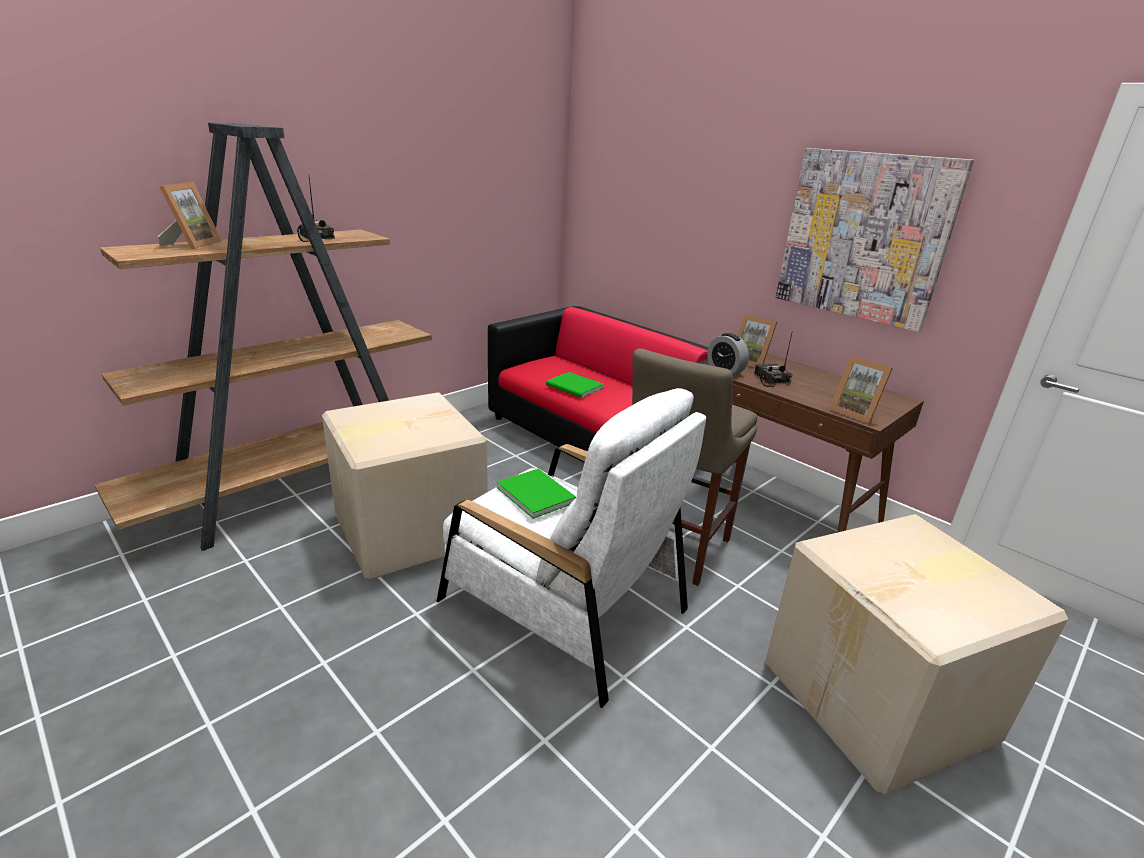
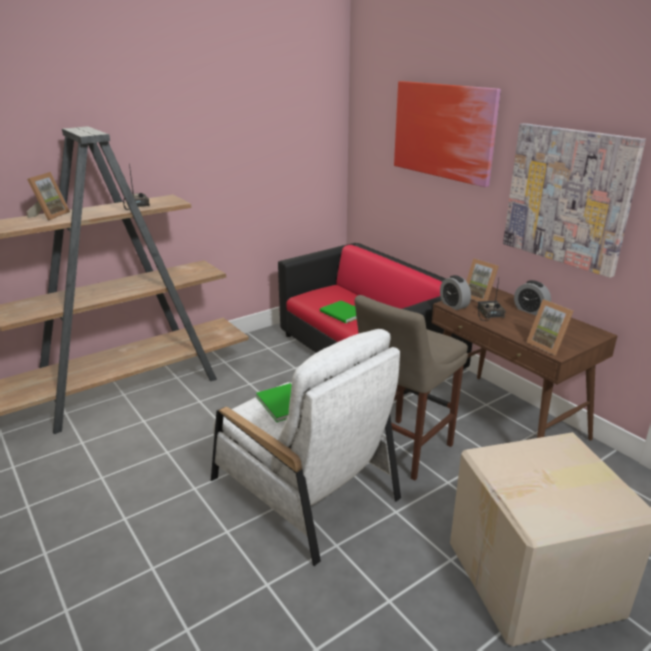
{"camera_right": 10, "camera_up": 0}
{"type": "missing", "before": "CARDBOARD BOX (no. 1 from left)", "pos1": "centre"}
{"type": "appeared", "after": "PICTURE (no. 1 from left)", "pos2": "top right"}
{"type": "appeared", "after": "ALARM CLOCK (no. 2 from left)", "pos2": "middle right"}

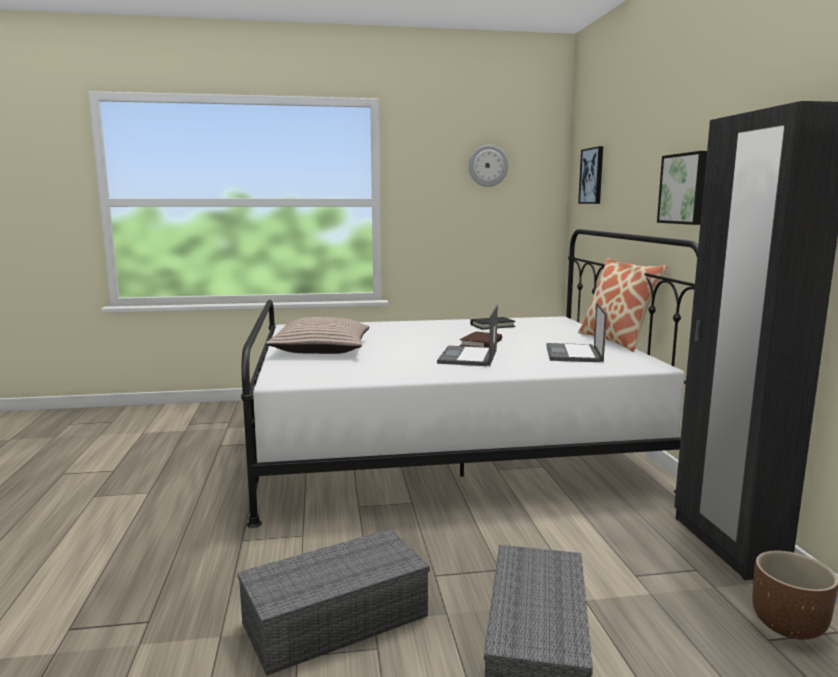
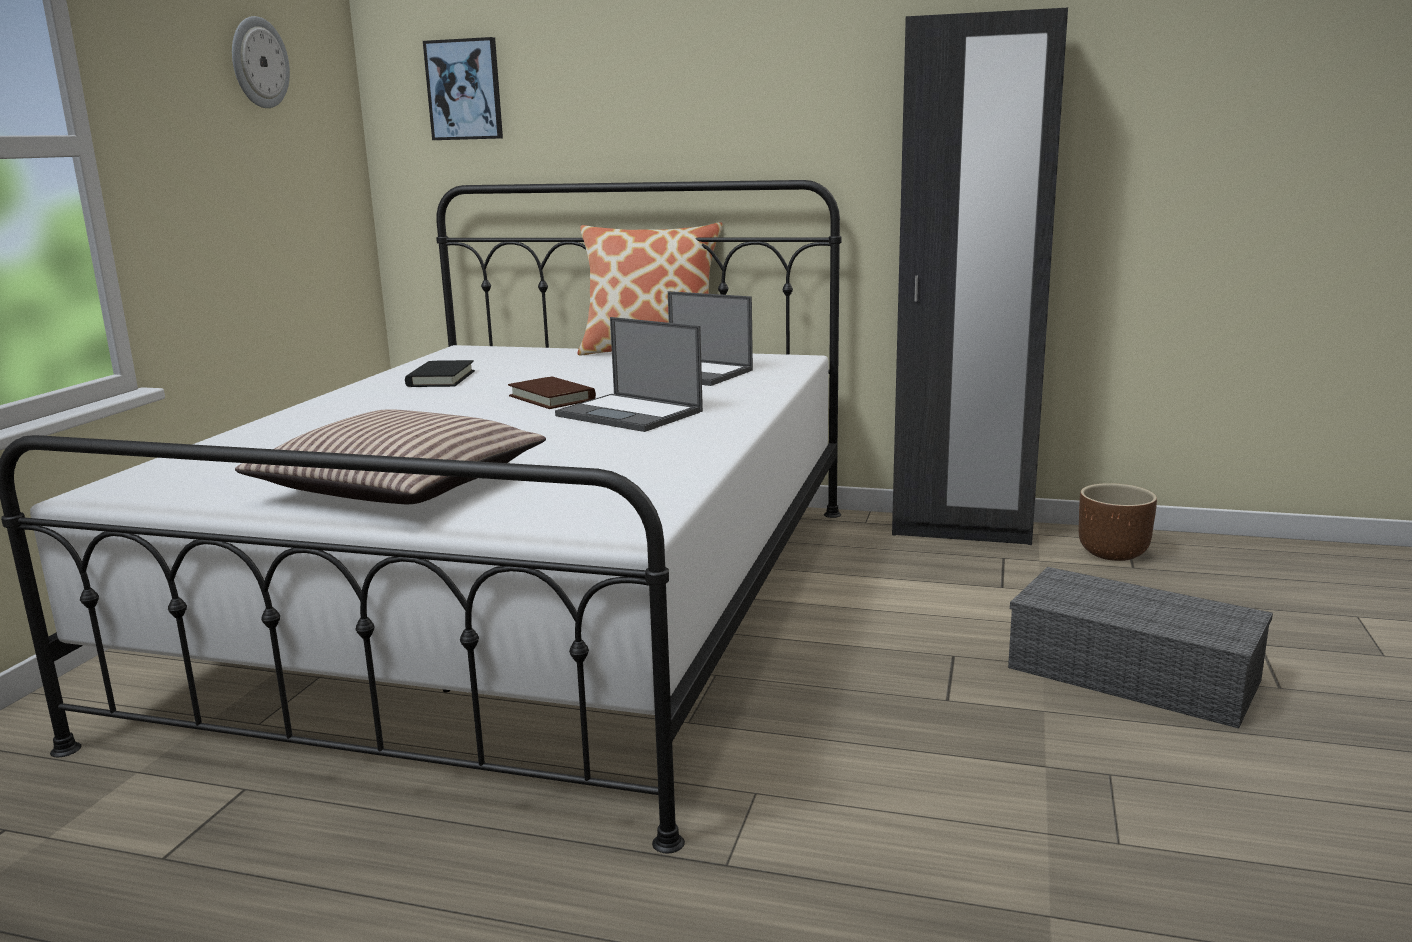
{"camera_right": -65, "camera_up": 5}
{"type": "missing", "before": "GREY STORAGE BOX (no. 1 from left)", "pos1": "bottom centre"}
{"type": "missing", "before": "PICTURE (no. 2 from left)", "pos1": "top right"}

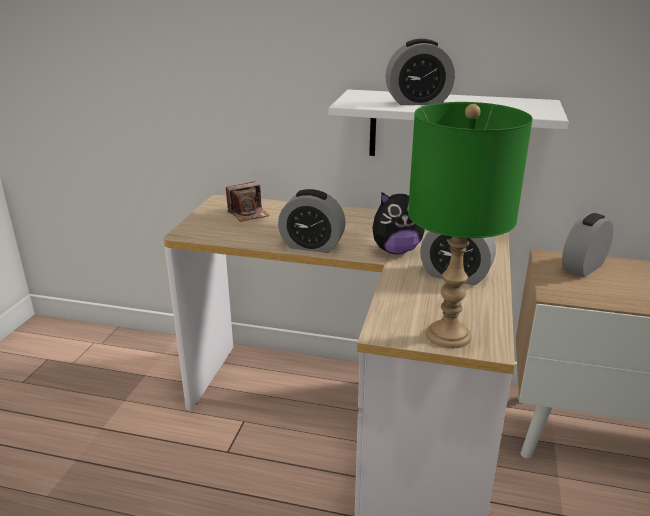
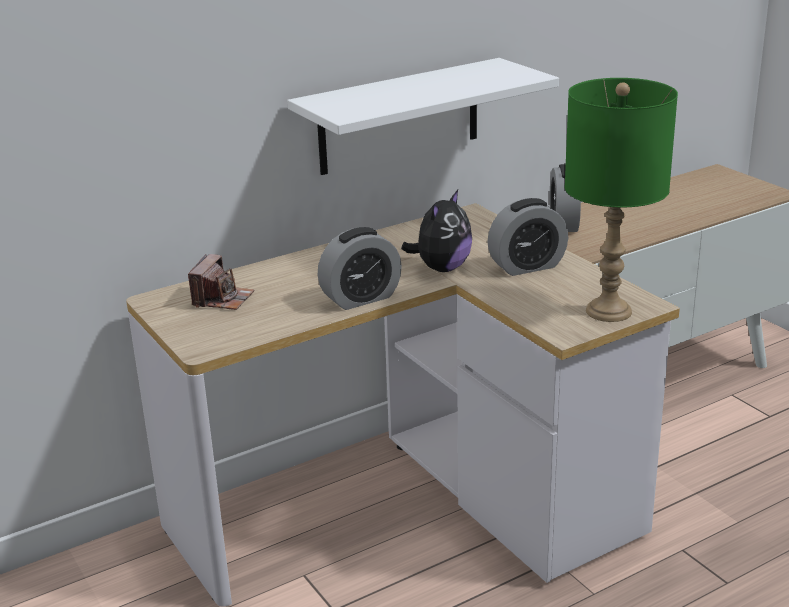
{"camera_right": -45, "camera_up": 0}
{"type": "missing", "before": "ALARM CLOCK (no. 2 from left)", "pos1": "top centre"}

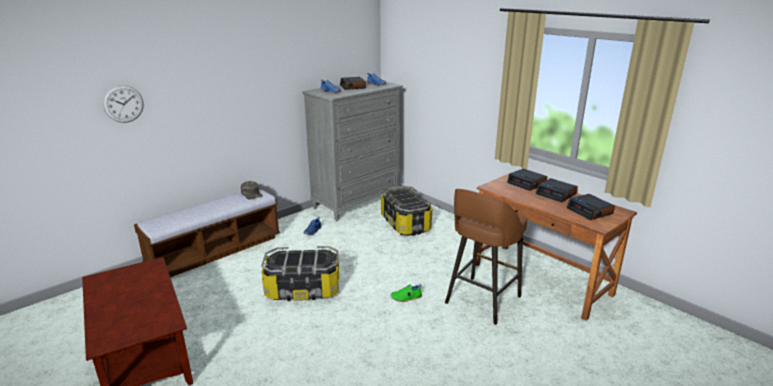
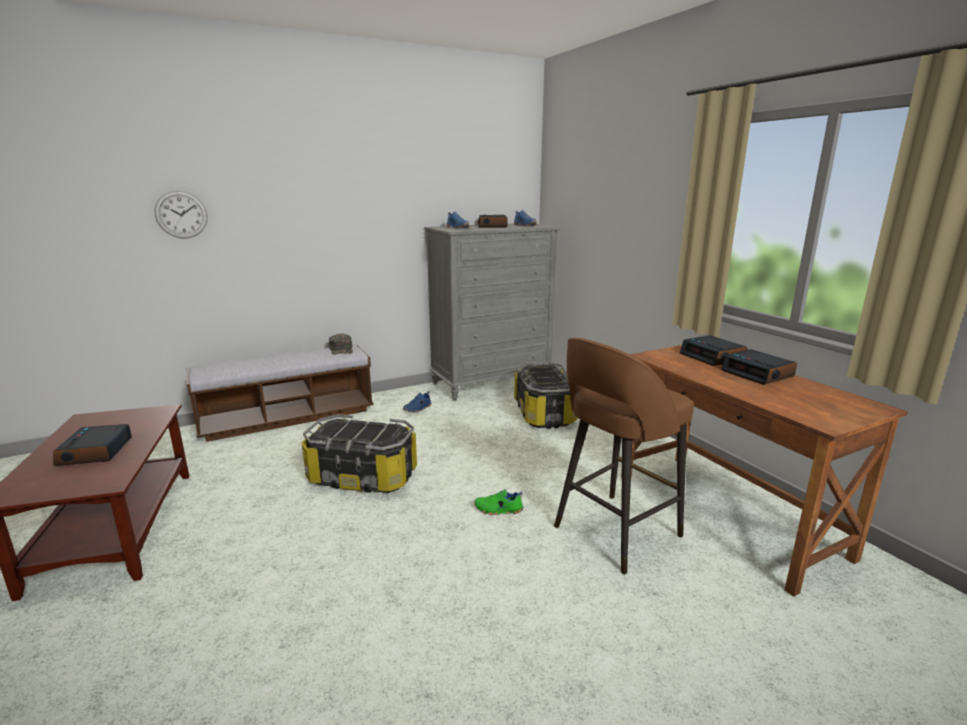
{"camera_right": 15, "camera_up": -5}
{"type": "relocated", "before": "ALARM CLOCK (no. 4 from left in the first image)", "after": "ALARM CLOCK (no. 1 from left)", "pos1": "middle right", "pos2": "middle left"}

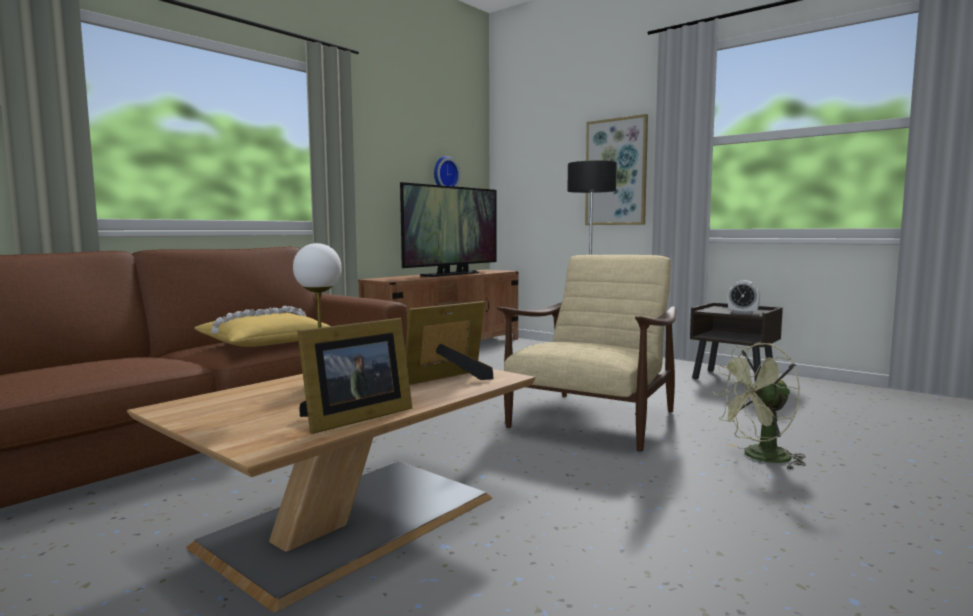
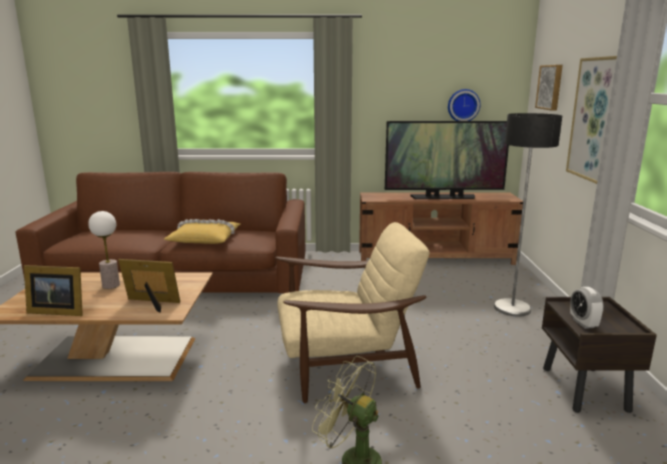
{"camera_right": 50, "camera_up": 10}
{"type": "appeared", "after": "PICTURE (no. 1 from left)", "pos2": "top right"}

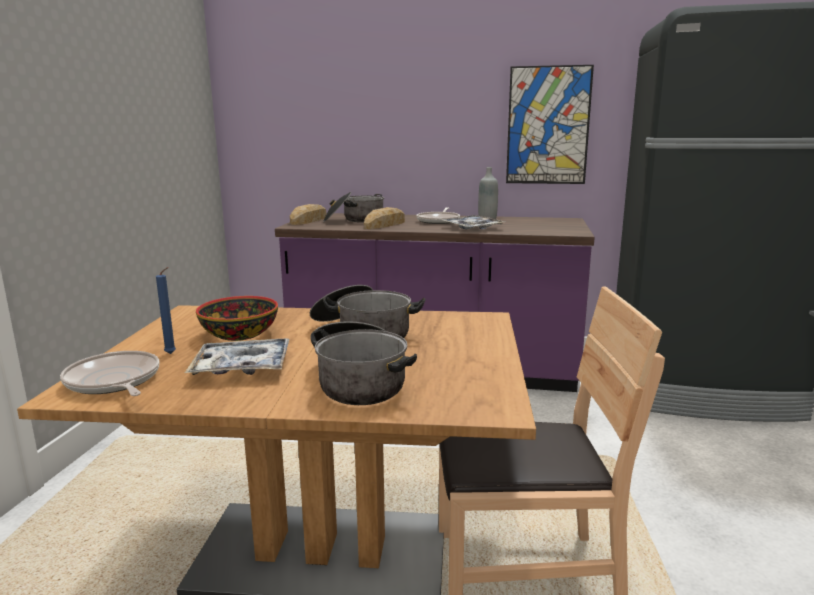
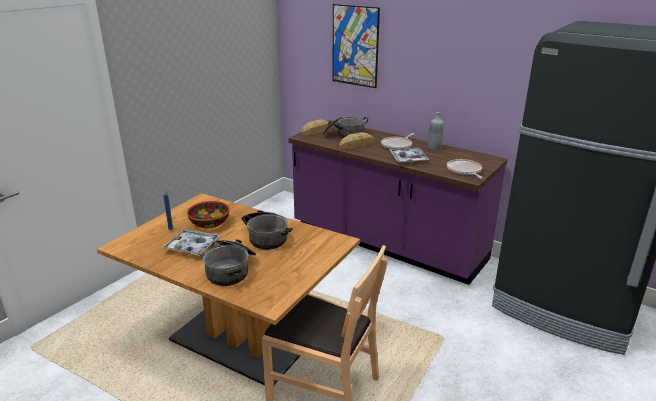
{"camera_right": 25, "camera_up": 10}
{"type": "relocated", "before": "FRYING PAN (no. 1 from left in the first image)", "after": "FRYING PAN (no. 2 from left)", "pos1": "middle left", "pos2": "middle right"}
{"type": "relocated", "before": "PICTURE", "pos1": "top right", "pos2": "top centre"}

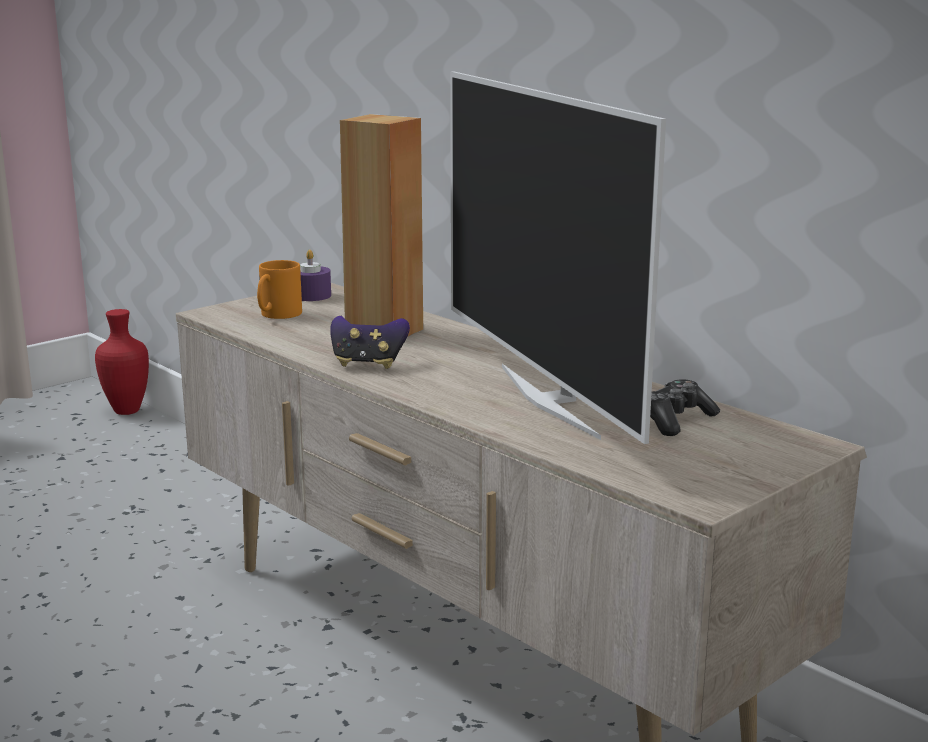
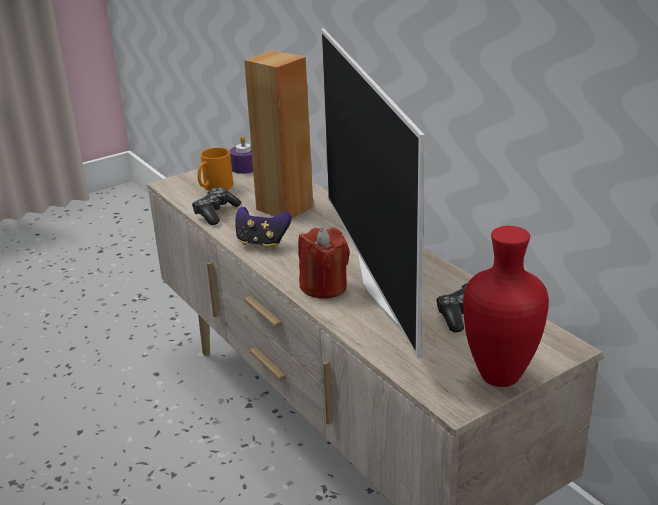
{"camera_right": 10, "camera_up": 10}
{"type": "relocated", "before": "RED VASE", "pos1": "middle left", "pos2": "middle right"}
{"type": "appeared", "after": "GAME CONTROLLER (no. 1 from left)", "pos2": "middle left"}
{"type": "appeared", "after": "RED CANDLE", "pos2": "centre"}

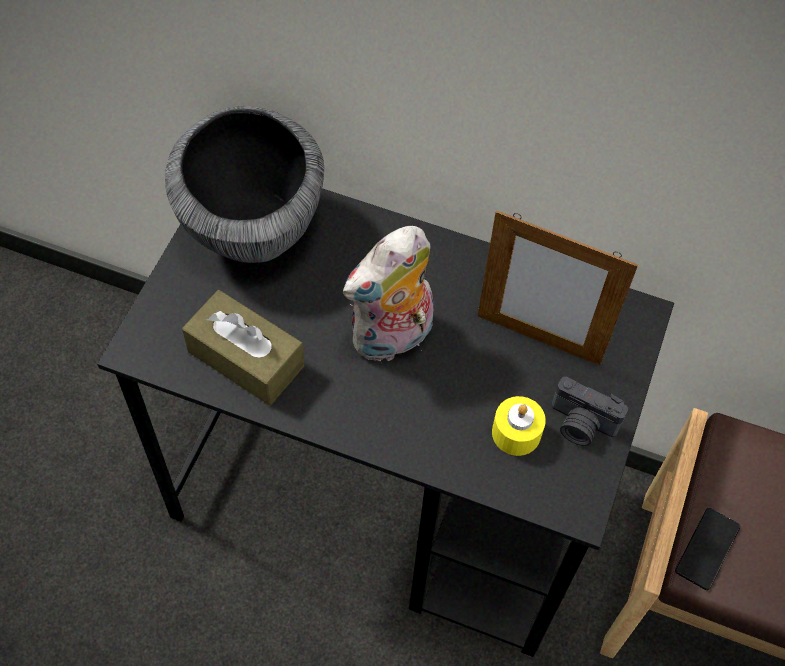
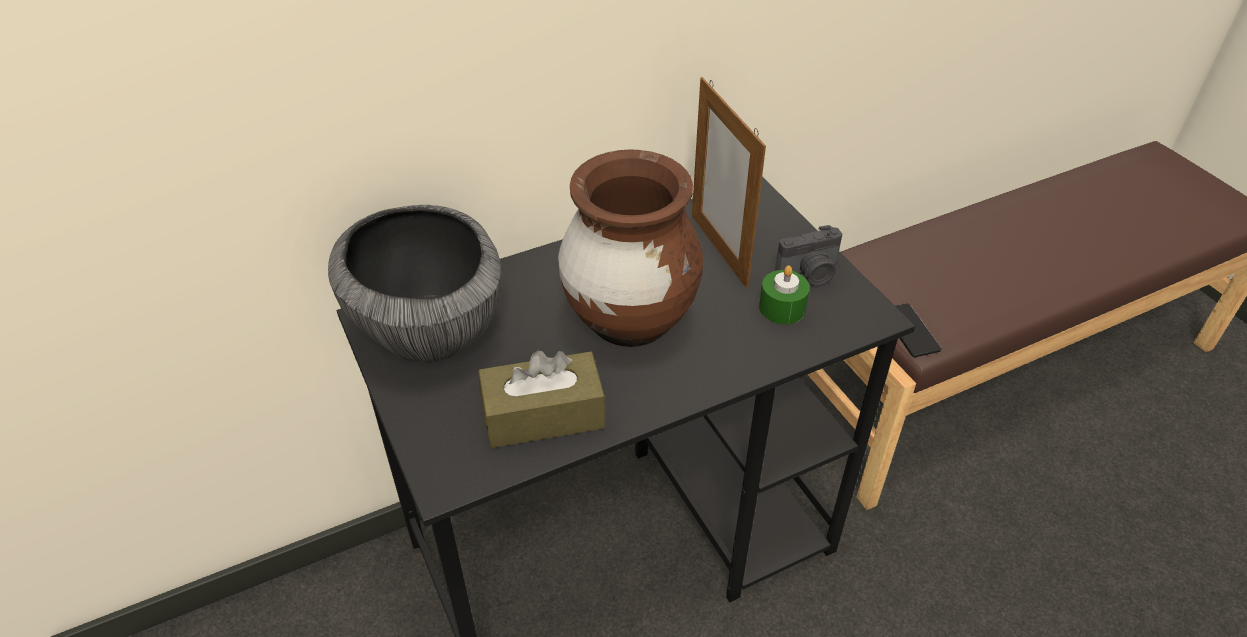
{"camera_right": -45, "camera_up": -15}
{"type": "exchanged", "before": "PLUSH TOY", "after": "BROWN VASE", "pos1": "centre", "pos2": "centre"}
{"type": "spun", "before": "PICTURE FRAME", "pos1": "middle right", "pos2": "top centre", "turn": 90}
{"type": "colour", "before": "YELLOW CANDLE", "after": "GREEN CANDLE", "pos1": "centre", "pos2": "centre"}

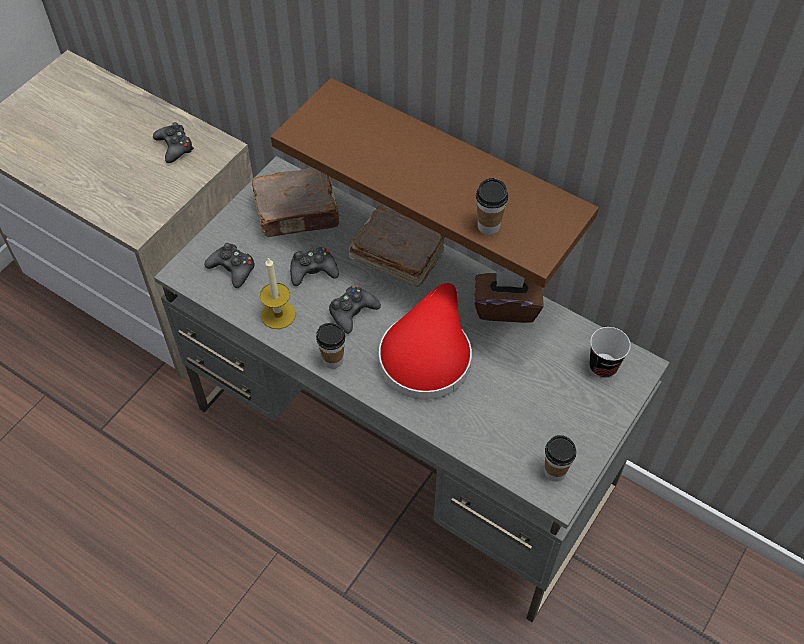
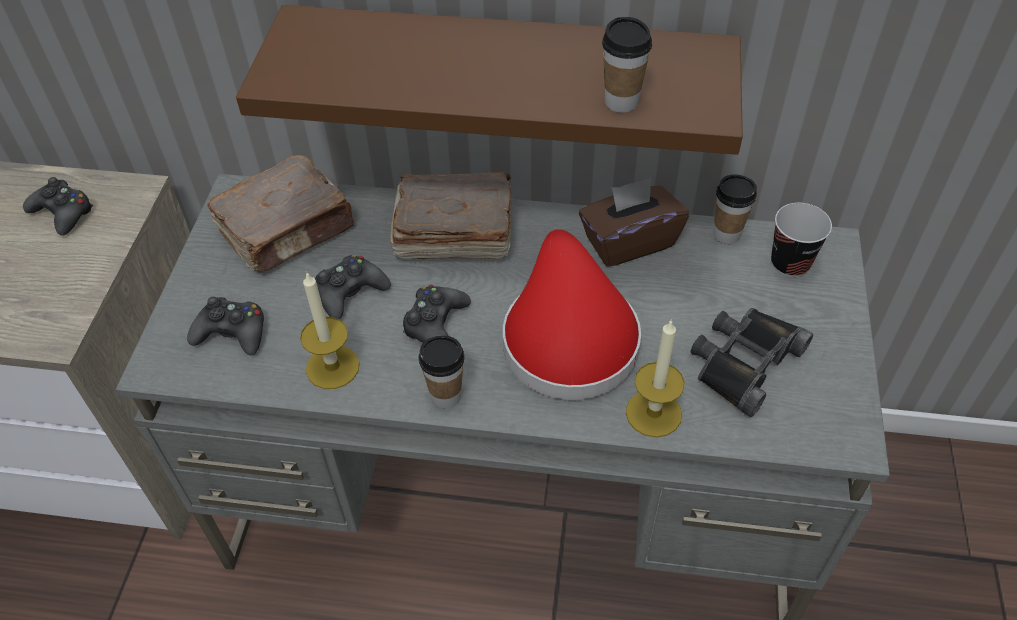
{"camera_right": -25, "camera_up": -5}
{"type": "relocated", "before": "CUP (no. 3 from left)", "pos1": "bottom right", "pos2": "middle right"}
{"type": "appeared", "after": "CANDLE (no. 2 from left)", "pos2": "centre"}
{"type": "appeared", "after": "BLACK BINOCULARS", "pos2": "middle right"}

